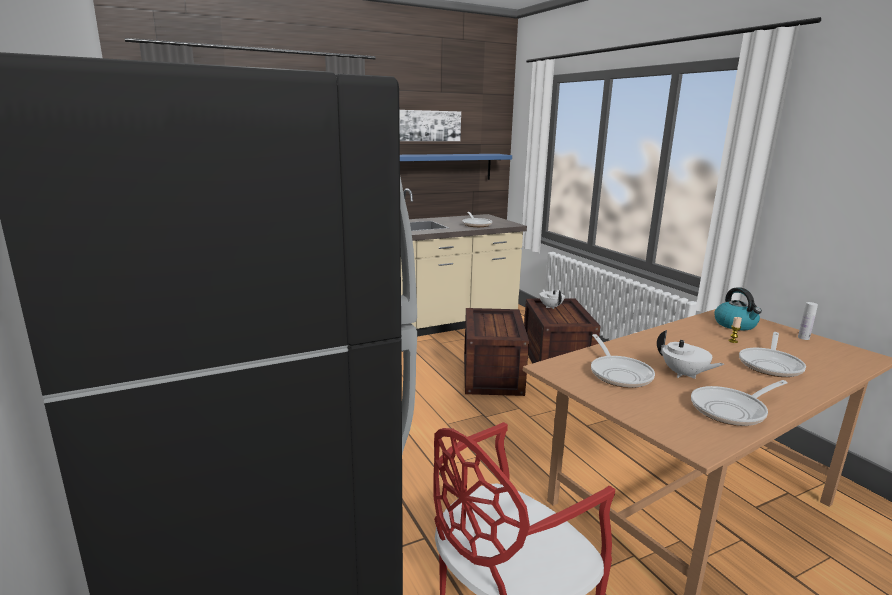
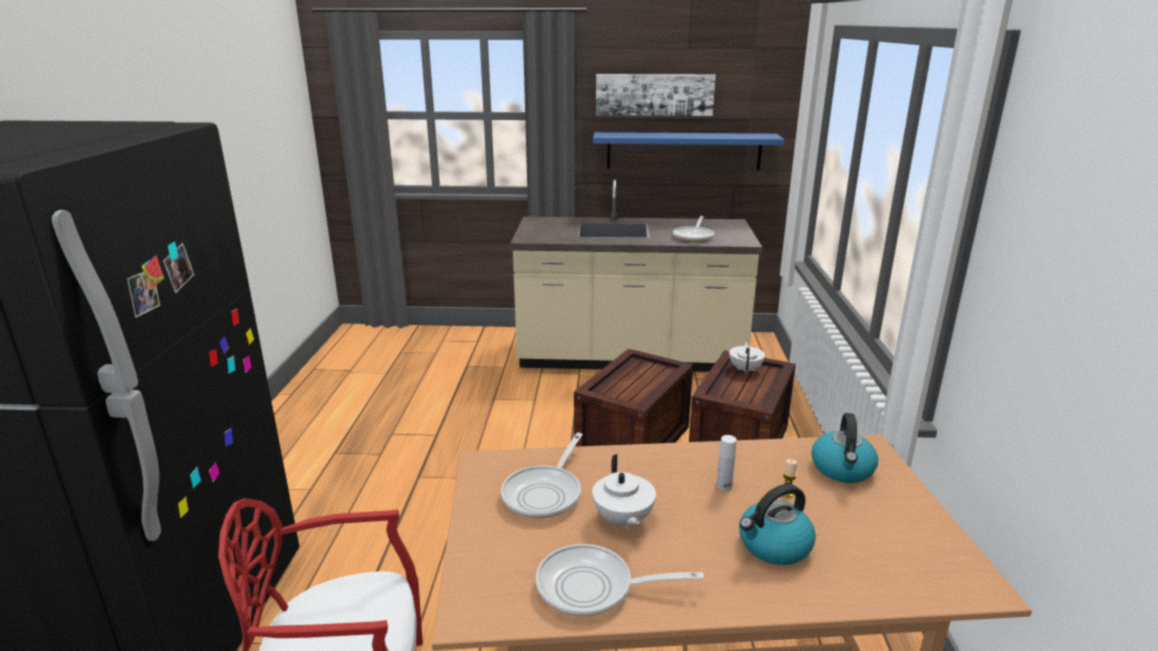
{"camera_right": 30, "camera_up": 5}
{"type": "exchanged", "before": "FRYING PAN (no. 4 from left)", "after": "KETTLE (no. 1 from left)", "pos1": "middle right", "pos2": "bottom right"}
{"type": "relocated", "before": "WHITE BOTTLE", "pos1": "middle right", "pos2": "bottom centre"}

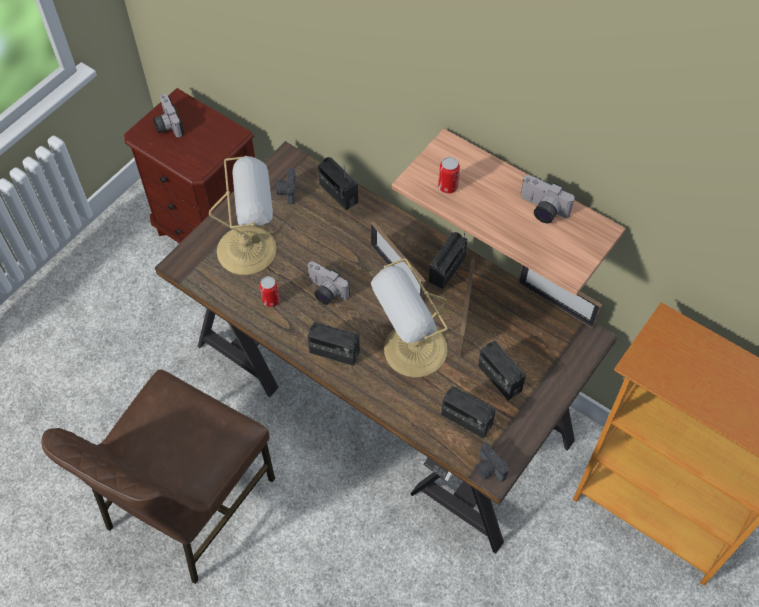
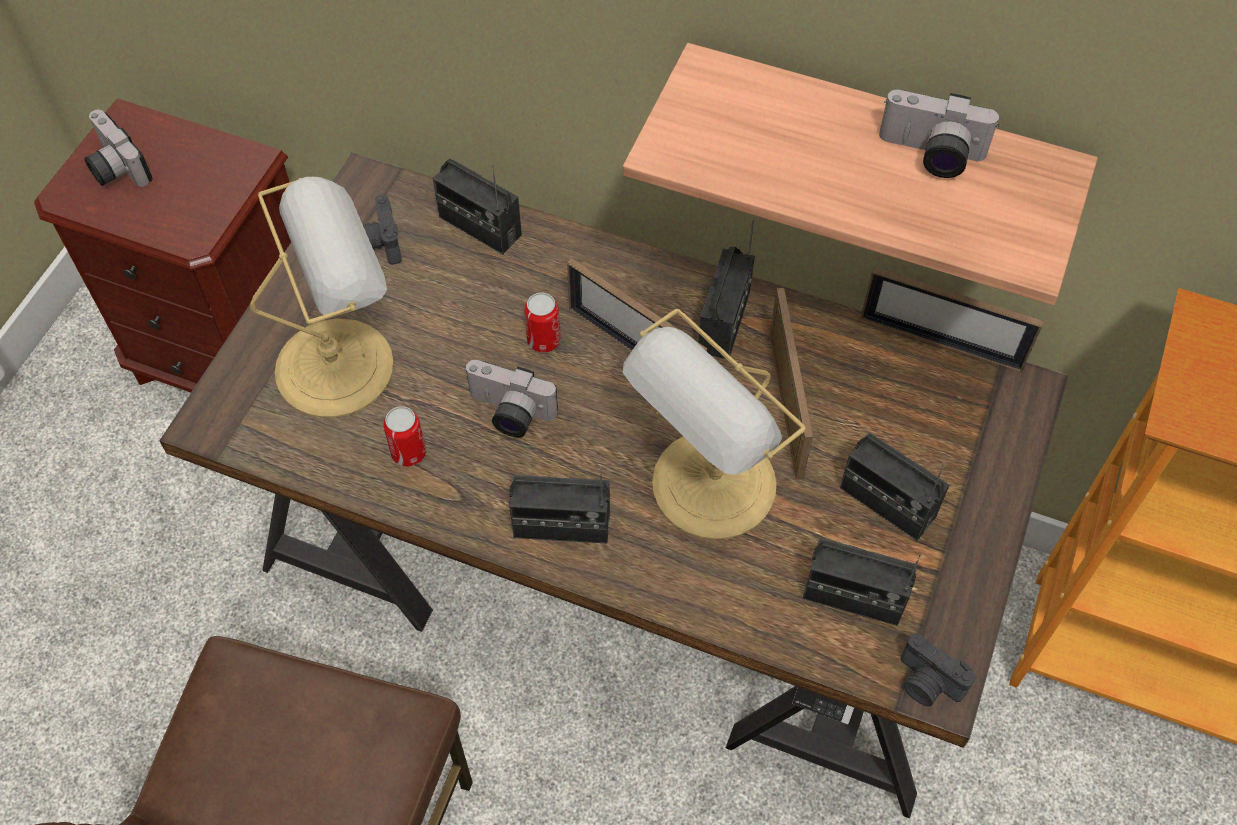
{"camera_right": -15, "camera_up": 0}
{"type": "relocated", "before": "CAN (no. 2 from left)", "pos1": "top centre", "pos2": "centre"}

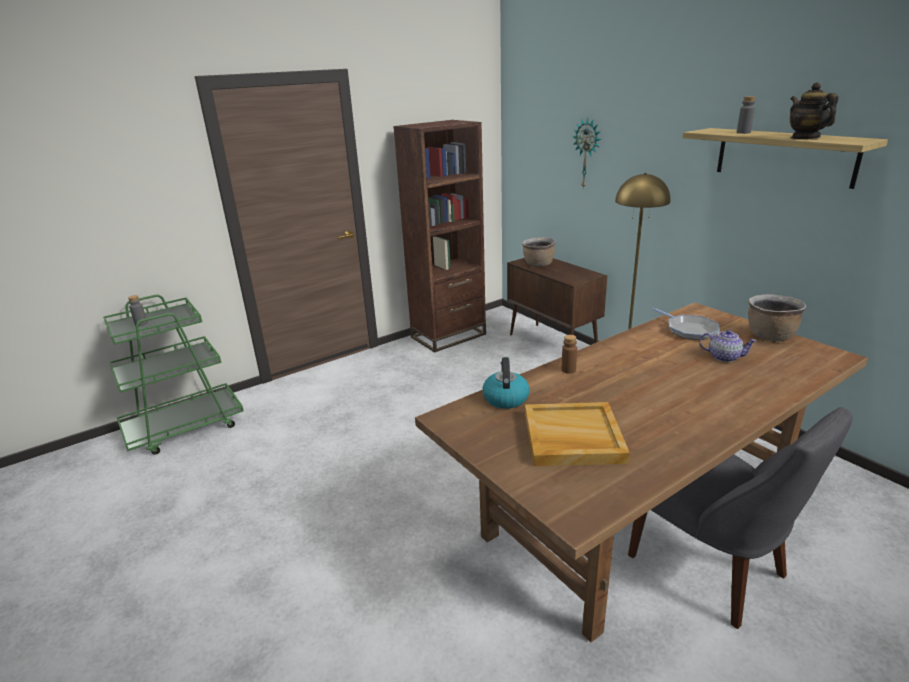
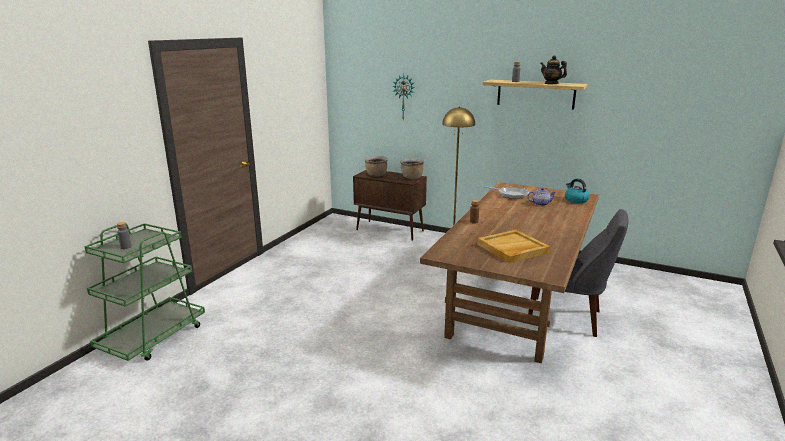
{"camera_right": -30, "camera_up": -5}
{"type": "missing", "before": "BROWN BOOKCASE", "pos1": "centre"}
{"type": "relocated", "before": "KETTLE", "pos1": "centre", "pos2": "middle right"}
{"type": "relocated", "before": "BROWN COOKING POT (no. 2 from left)", "pos1": "middle right", "pos2": "centre"}

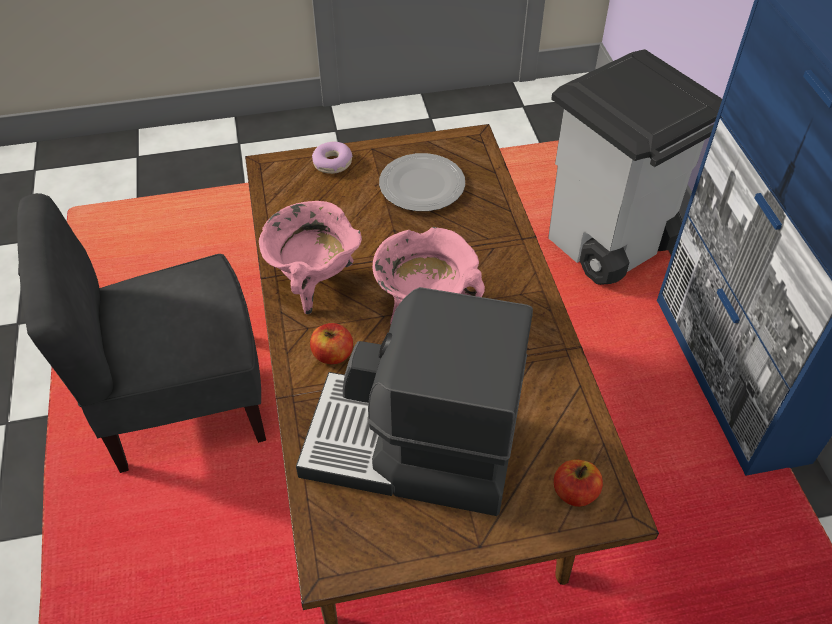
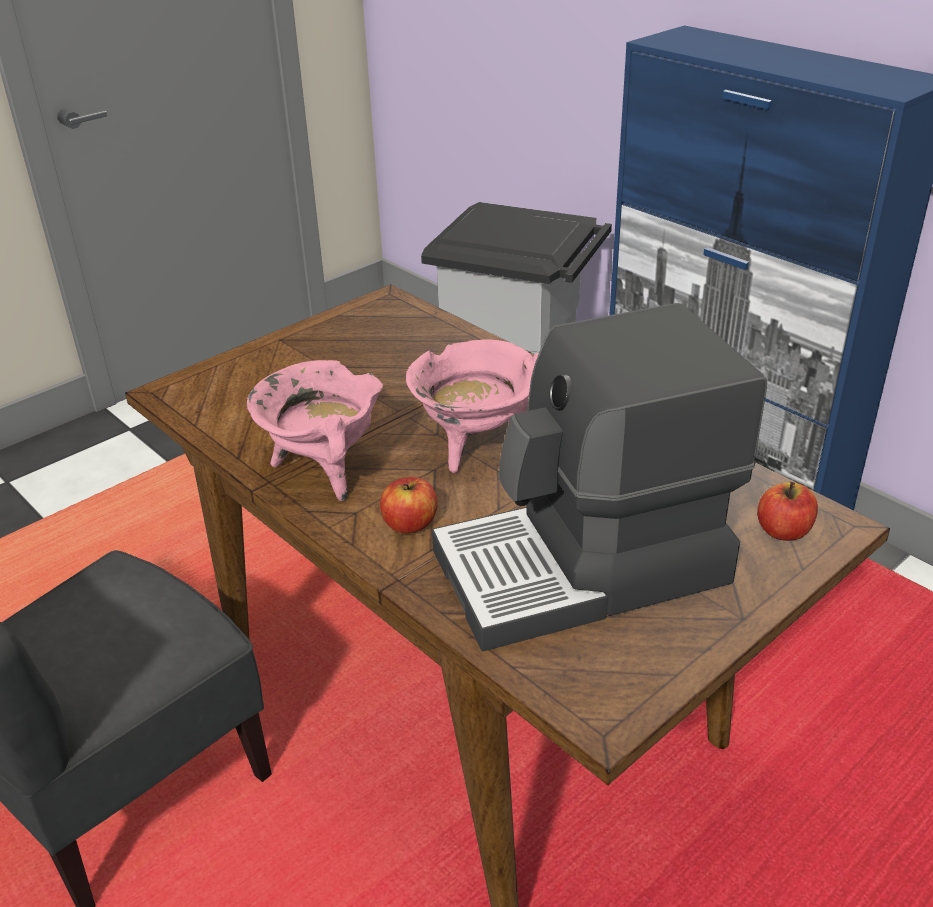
{"camera_right": -30, "camera_up": -15}
{"type": "missing", "before": "DONUT", "pos1": "top centre"}
{"type": "missing", "before": "PLATE", "pos1": "top centre"}

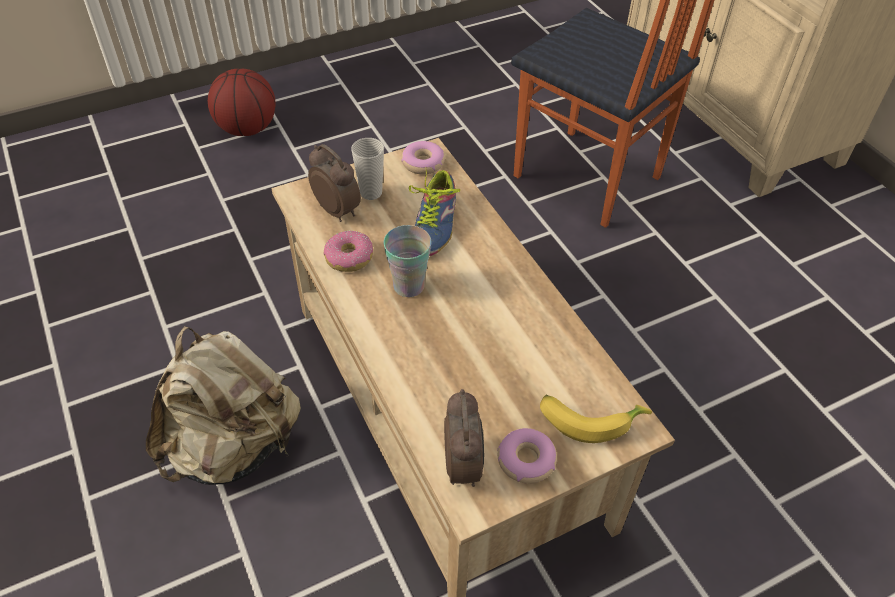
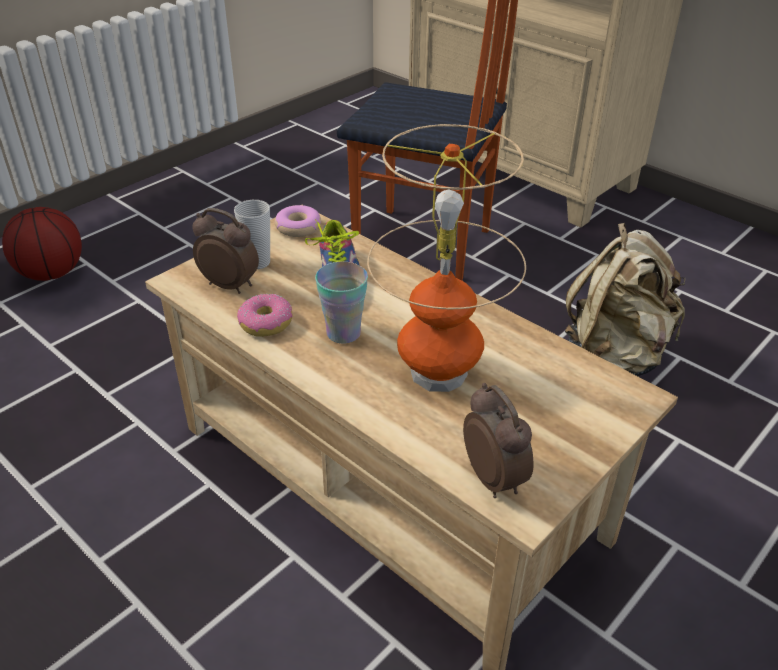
{"camera_right": -20, "camera_up": -10}
{"type": "relocated", "before": "BEIGE BACKPACK", "pos1": "bottom left", "pos2": "middle right"}
{"type": "missing", "before": "DONUT (no. 3 from left)", "pos1": "bottom centre"}
{"type": "missing", "before": "BANANA", "pos1": "bottom centre"}
{"type": "appeared", "after": "TABLE LAMP", "pos2": "centre"}

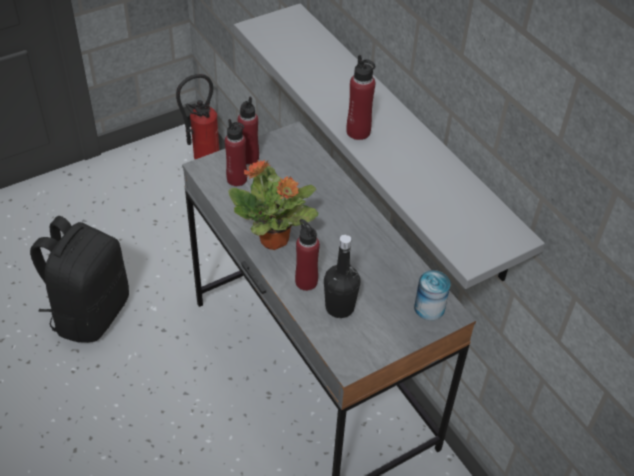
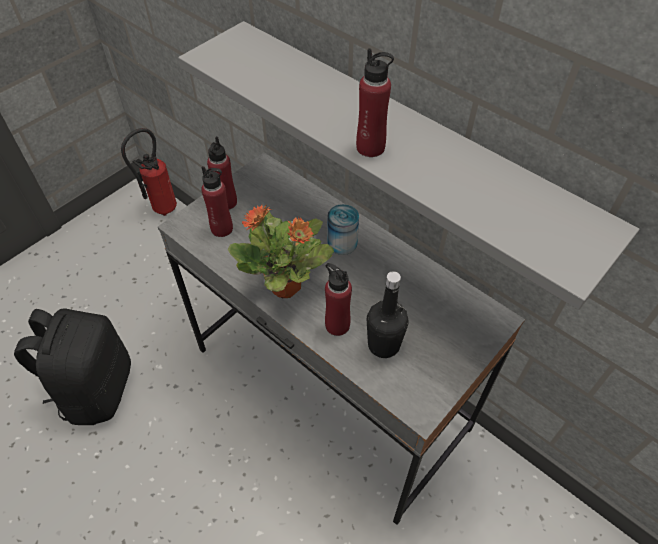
{"camera_right": -15, "camera_up": 5}
{"type": "relocated", "before": "CAN", "pos1": "middle right", "pos2": "centre"}

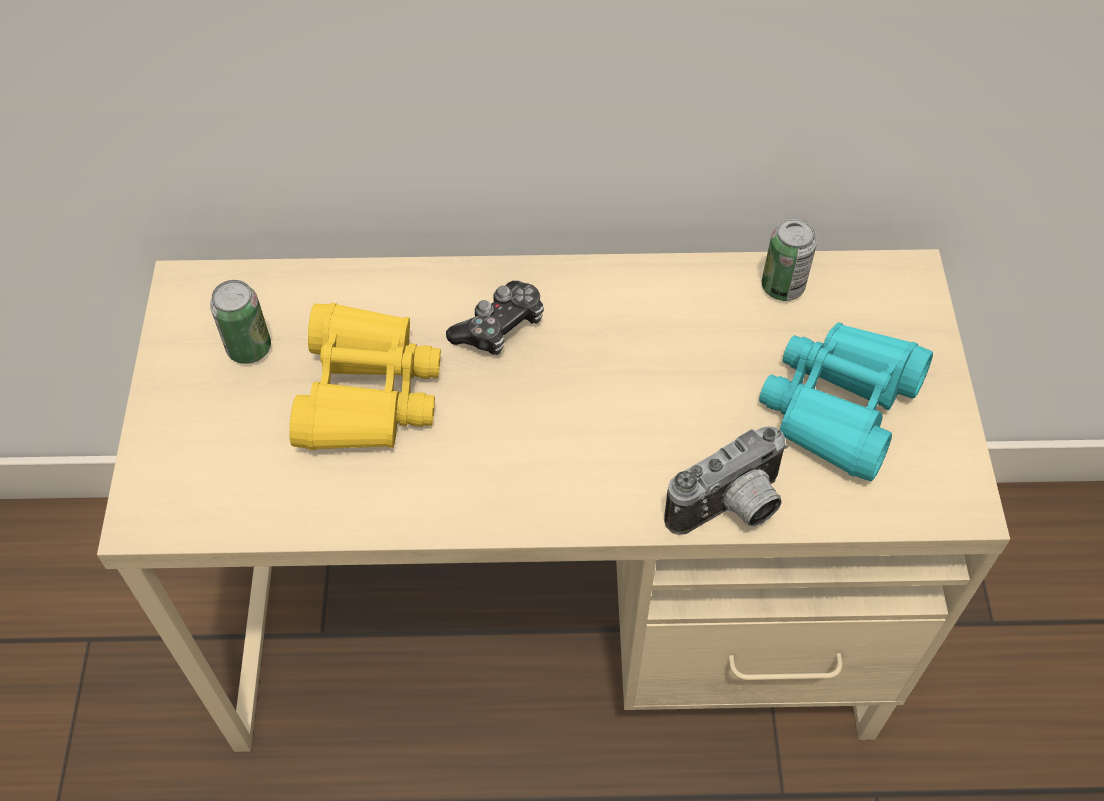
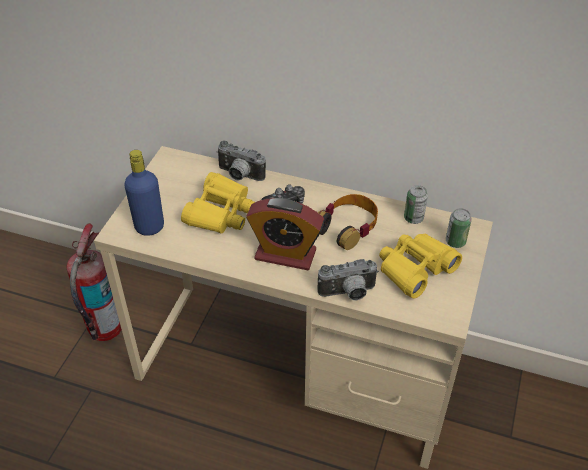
{"camera_right": 20, "camera_up": -10}
{"type": "relocated", "before": "CAN (no. 1 from left in the first image)", "after": "CAN (no. 2 from left)", "pos1": "middle left", "pos2": "middle right"}
{"type": "colour", "before": "TURQUOISE BINOCULARS", "after": "YELLOW BINOCULARS (no. 2 from left)", "pos1": "middle right", "pos2": "middle right"}
{"type": "appeared", "after": "FIRE EXTINGUISHER", "pos2": "middle left"}
{"type": "appeared", "after": "BLUE BOTTLE", "pos2": "middle left"}
{"type": "appeared", "after": "PHOTO CAMERA (no. 1 from left)", "pos2": "centre"}
{"type": "appeared", "after": "ALARM CLOCK", "pos2": "centre"}
{"type": "appeared", "after": "HEADPHONES", "pos2": "centre"}

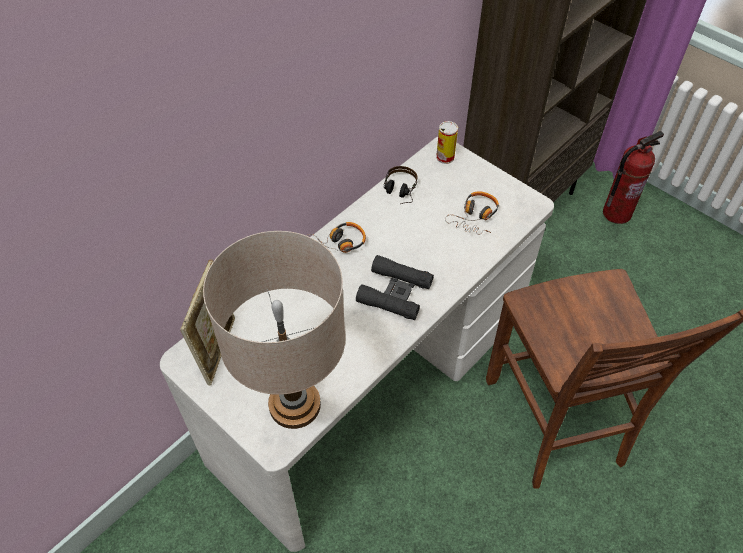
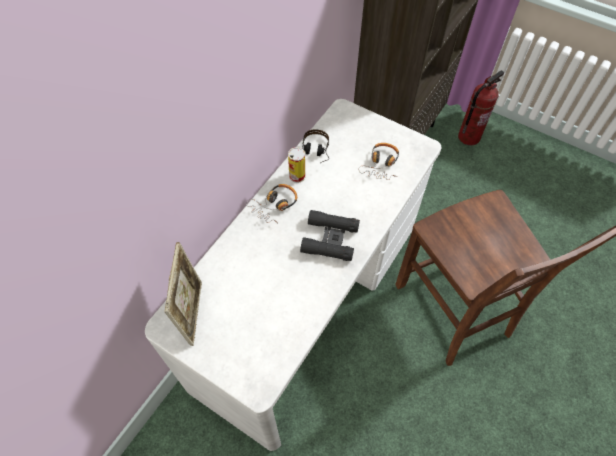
{"camera_right": -10, "camera_up": 5}
{"type": "missing", "before": "BEIGE TABLE LAMP", "pos1": "centre"}
{"type": "relocated", "before": "CAN", "pos1": "top centre", "pos2": "centre"}

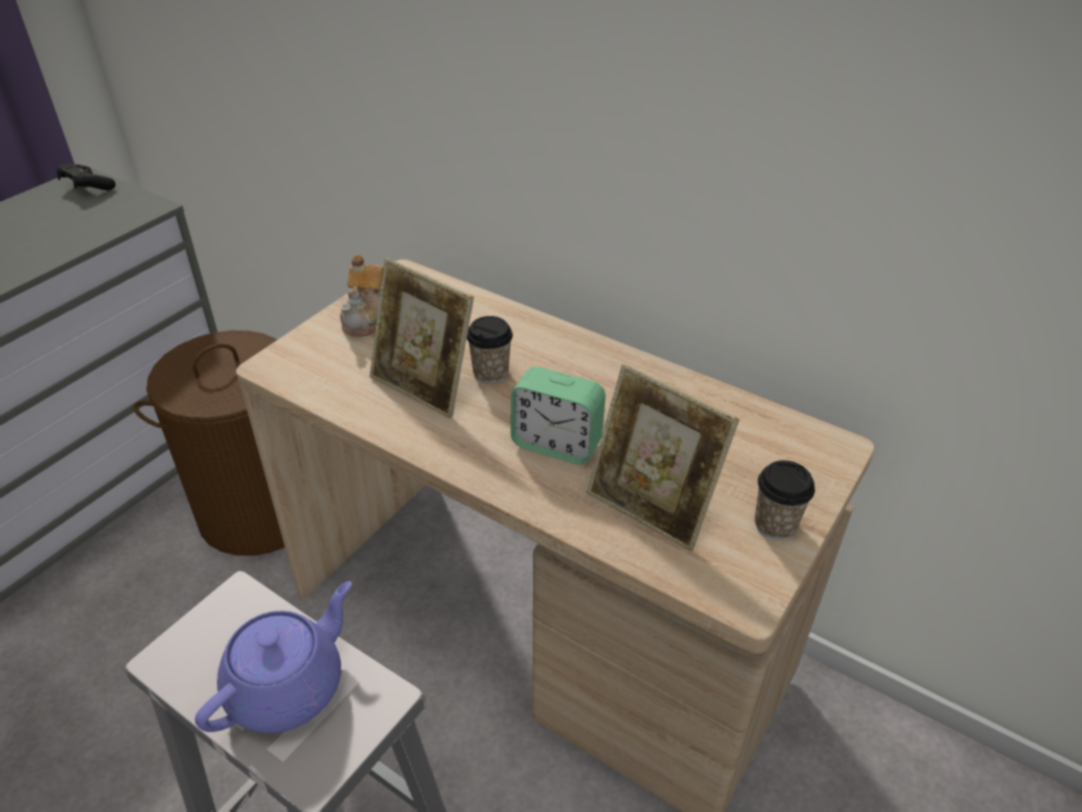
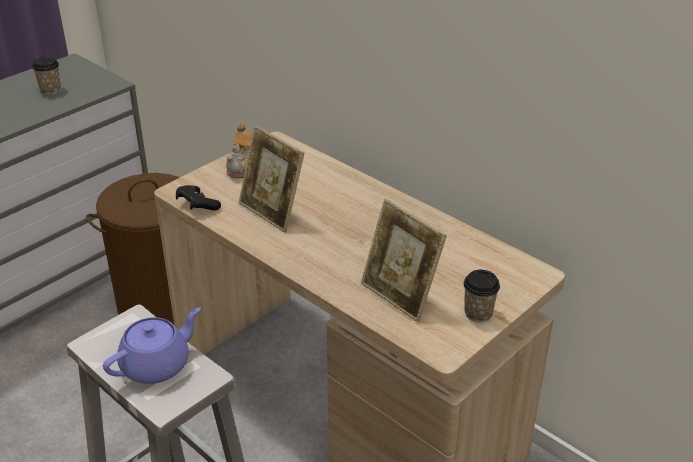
{"camera_right": 10, "camera_up": -5}
{"type": "relocated", "before": "BLACK GAME CONTROLLER", "pos1": "top left", "pos2": "middle left"}
{"type": "relocated", "before": "CUP (no. 1 from left)", "pos1": "centre", "pos2": "top left"}
{"type": "missing", "before": "ALARM CLOCK", "pos1": "centre"}

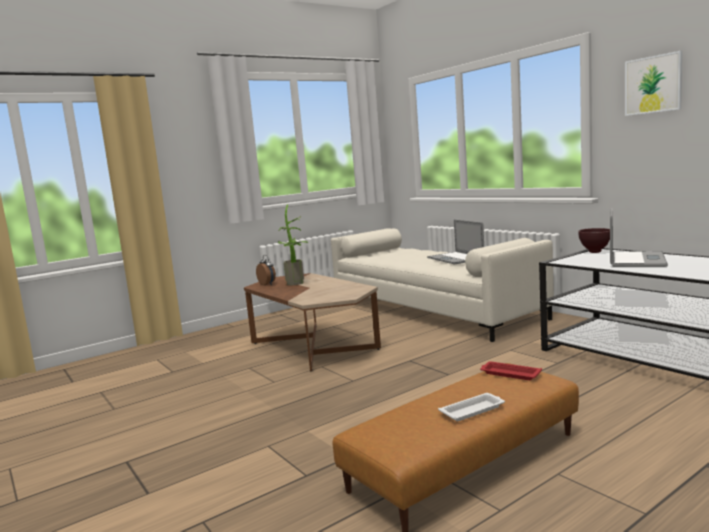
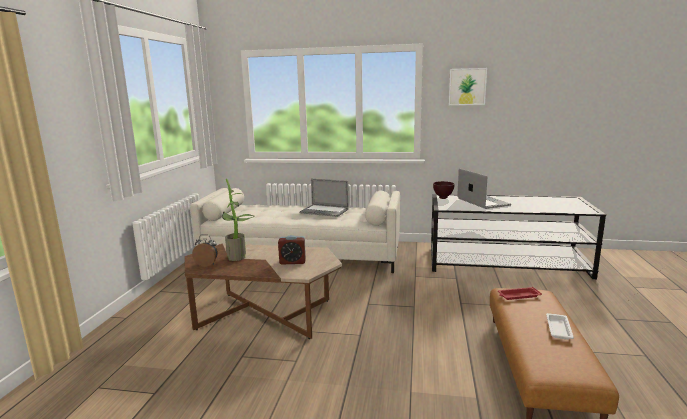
{"camera_right": -45, "camera_up": 5}
{"type": "appeared", "after": "ALARM CLOCK (no. 2 from left)", "pos2": "centre"}

